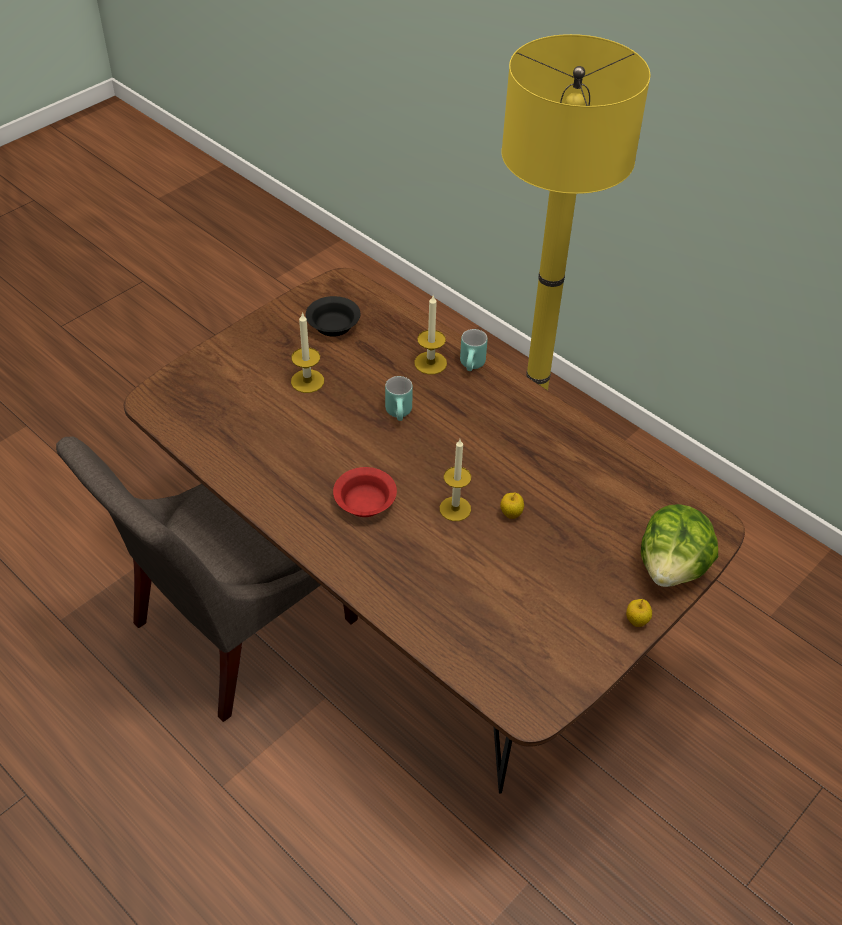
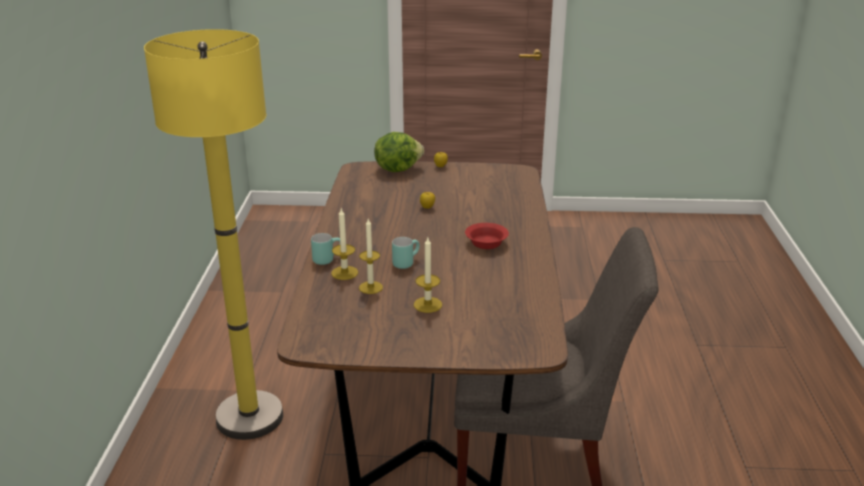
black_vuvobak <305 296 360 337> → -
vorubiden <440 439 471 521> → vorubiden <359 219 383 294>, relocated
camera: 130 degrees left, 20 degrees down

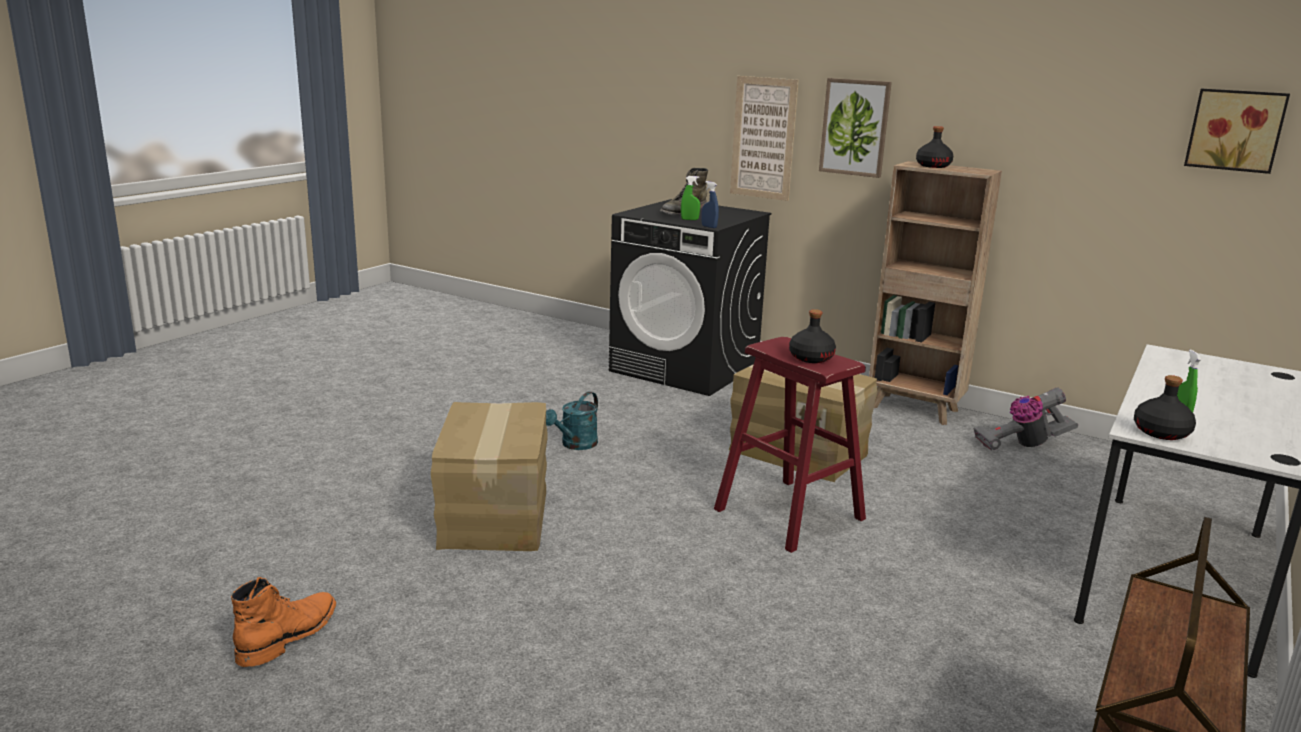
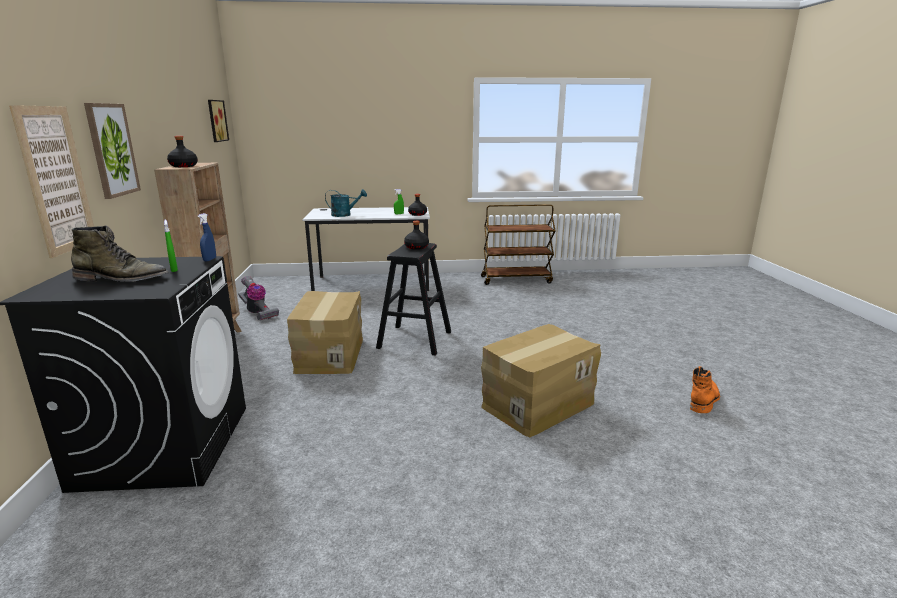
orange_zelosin <231 577 336 667> → orange_zelosin <690 366 720 413>, 135 degrees clockwise
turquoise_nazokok <546 391 598 450> → turquoise_nazokok <325 189 367 217>, relocated
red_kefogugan <714 337 866 553> → black_kefogugan <376 243 451 356>
camera: 125 degrees left, 0 degrees up

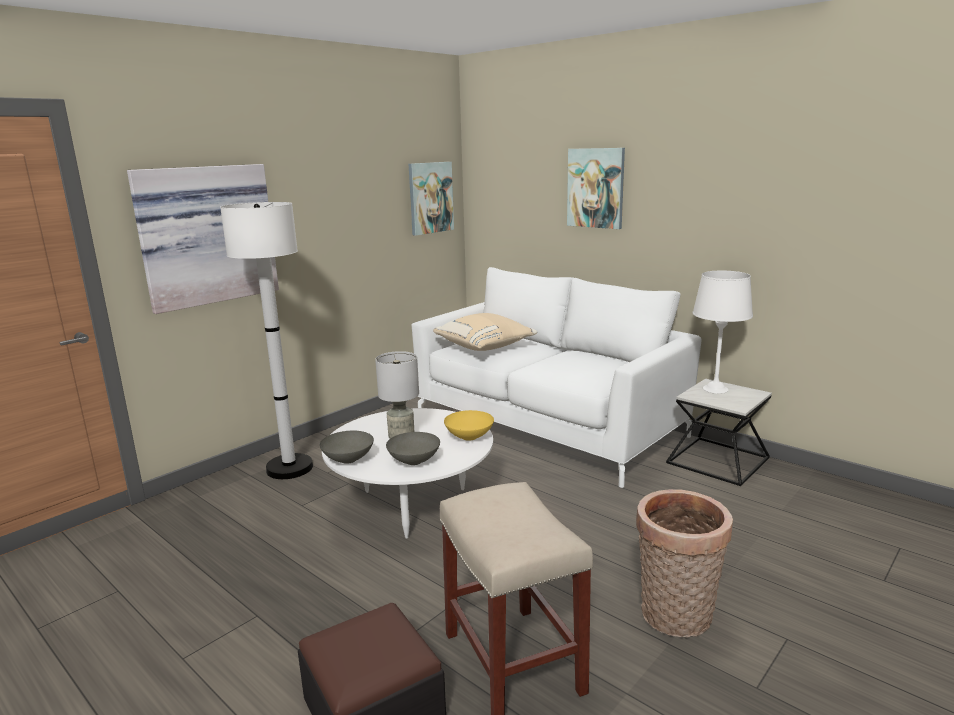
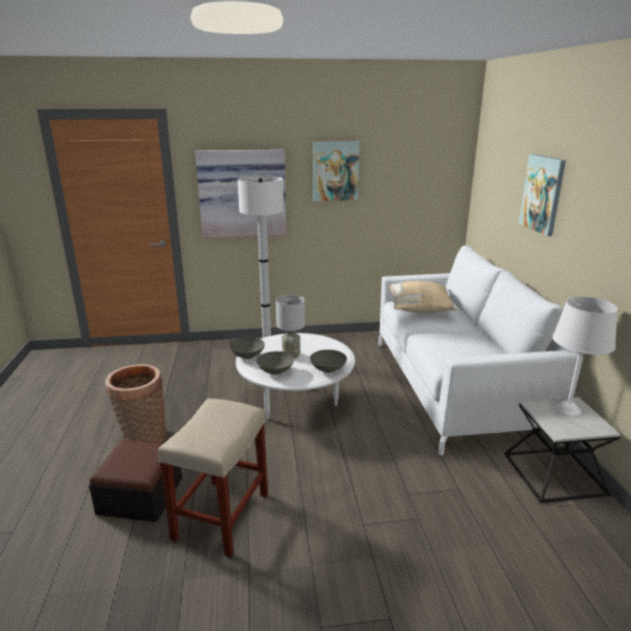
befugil <409 162 454 236> → befugil <313 141 360 201>, relocated
yellow_vuvobak <444 410 494 441> → grey_vuvobak <310 350 347 373>
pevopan <636 489 733 638> → pevopan <105 364 166 443>, relocated
camera: 40 degrees right, 5 degrees up

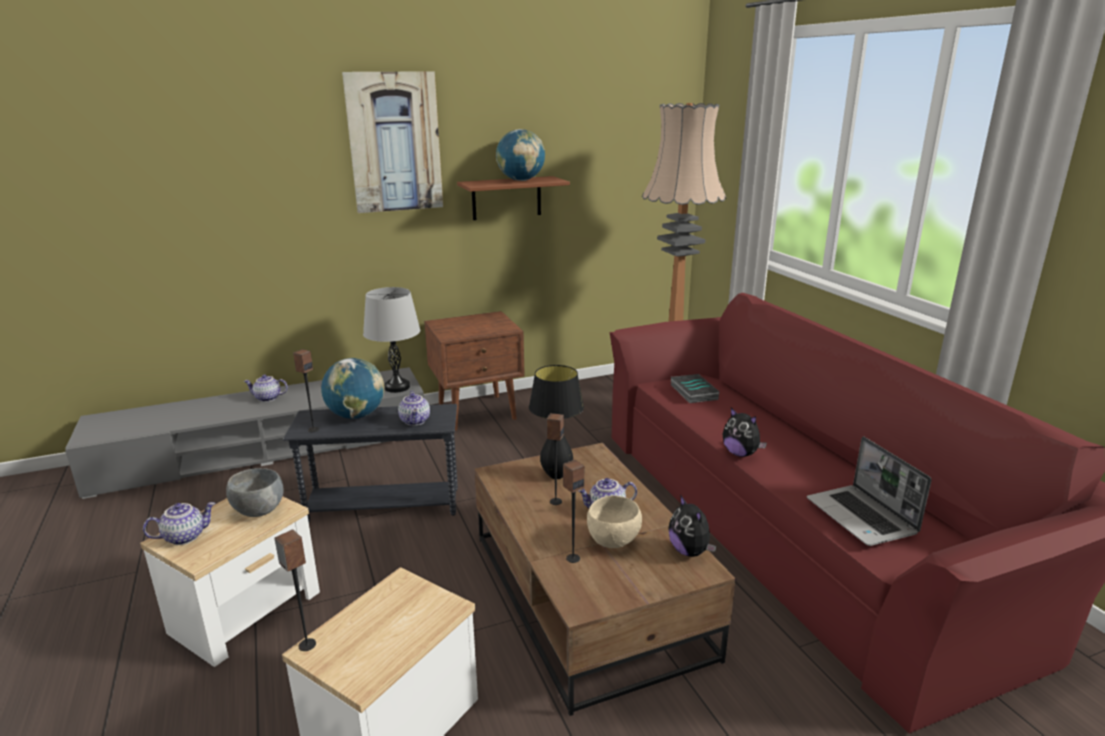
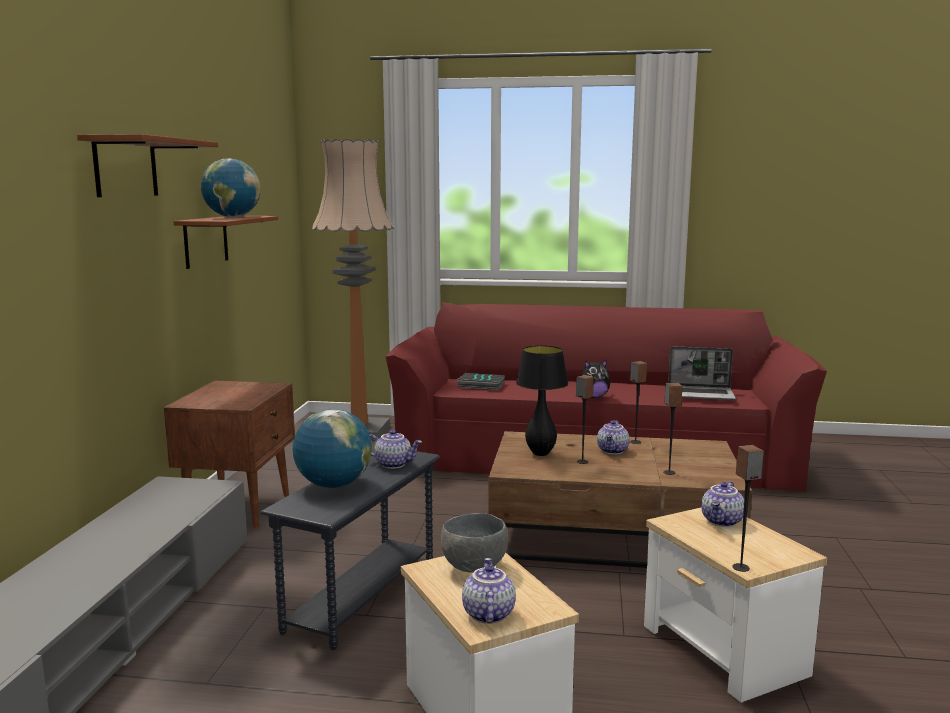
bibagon <244 374 288 402> → bibagon <701 481 744 527>, relocated
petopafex <293 349 319 432> → petopafex <630 361 647 444>, relocated
befugil <342 71 443 213> → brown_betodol <77 134 218 197>
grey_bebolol <363 287 420 393> → -
beige_vuvobak <587 495 642 548> → -
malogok <668 495 716 557> → -
camera: 60 degrees left, 10 degrees down

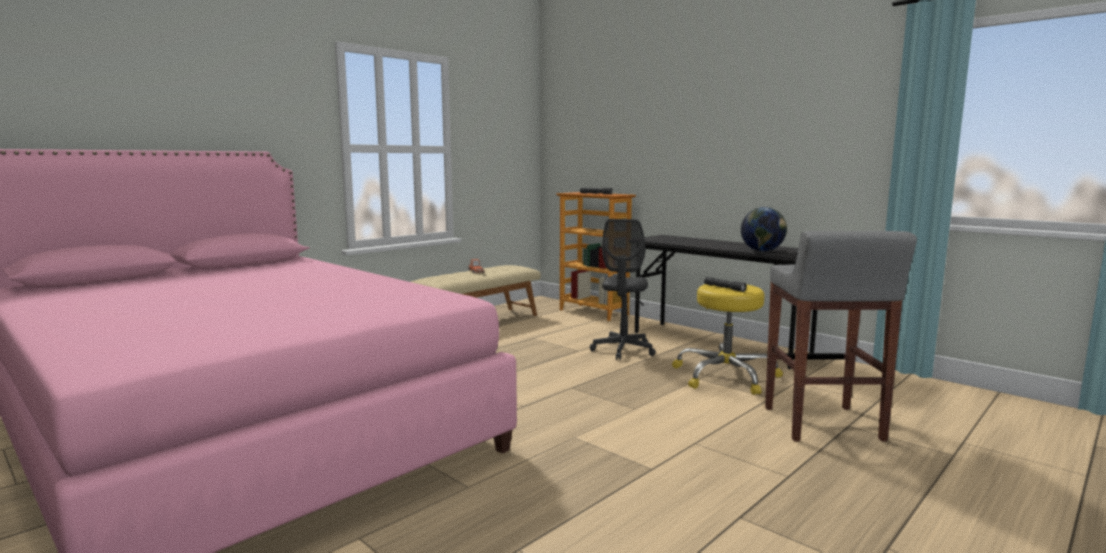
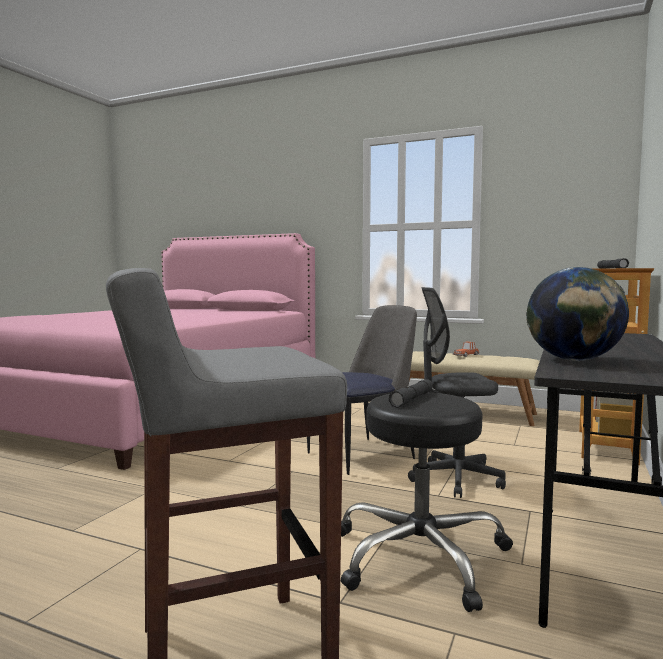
yellow_kefogugan <672 284 783 395> → black_kefogugan <341 392 513 612>
- → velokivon <307 305 417 475>
camera: 70 degrees right, 5 degrees down

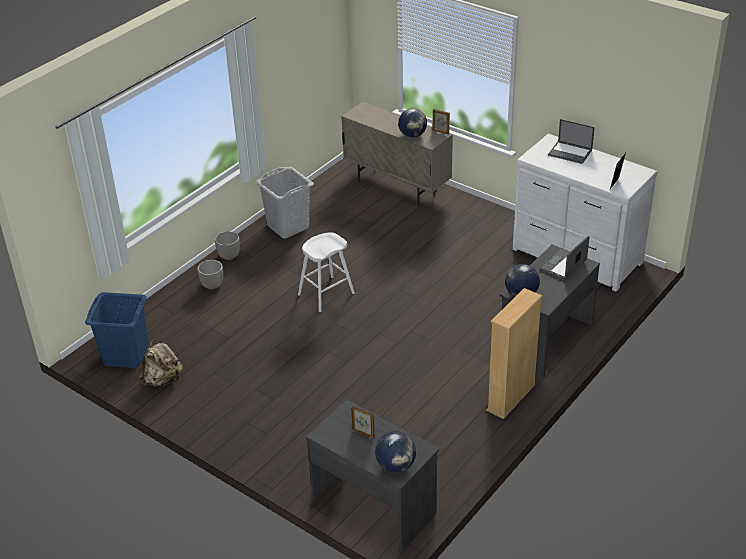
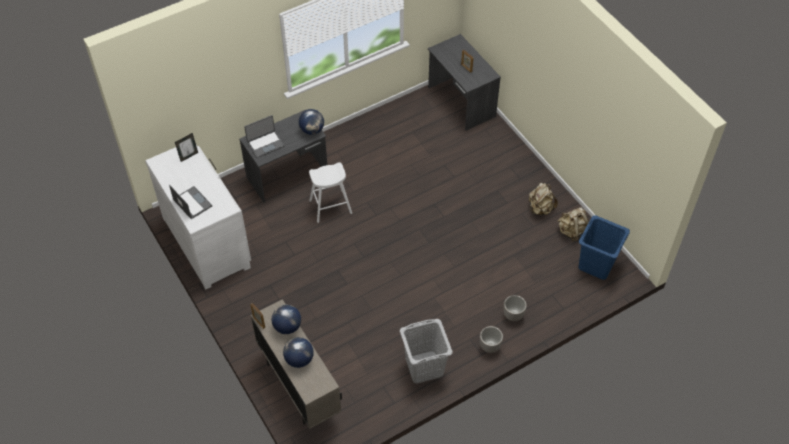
white_kefogugan <298 232 355 312> → white_kefogugan <309 162 352 223>, relocated
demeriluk <375 431 416 473> → demeriluk <283 337 314 368>, relocated
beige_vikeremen <486 288 542 419> → -
- → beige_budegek <529 183 558 215>
camera: 160 degrees left, 15 degrees up

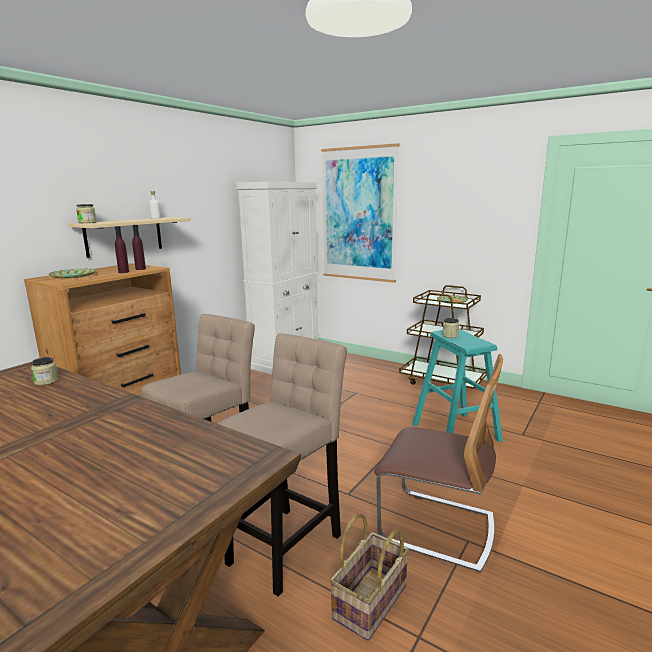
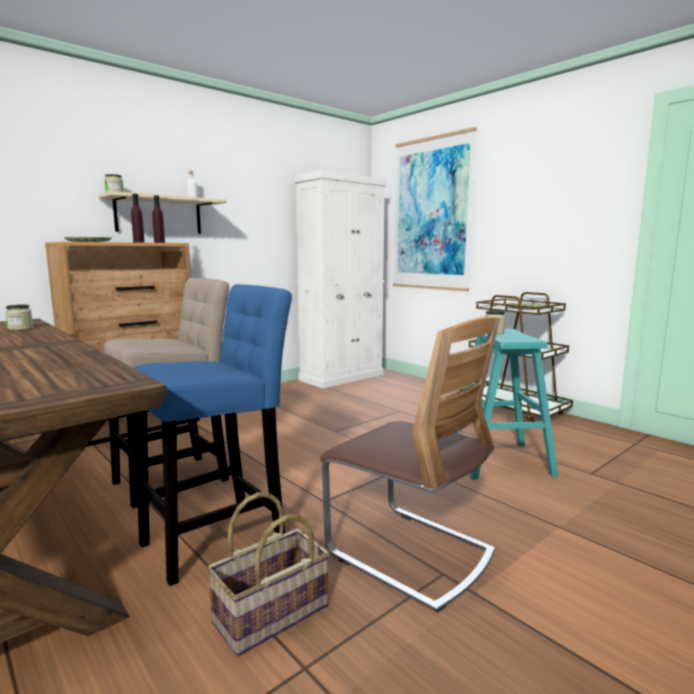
beige_kefogugan <218 333 347 596> → blue_kefogugan <133 284 292 586>
camera: 15 degrees right, 5 degrees down

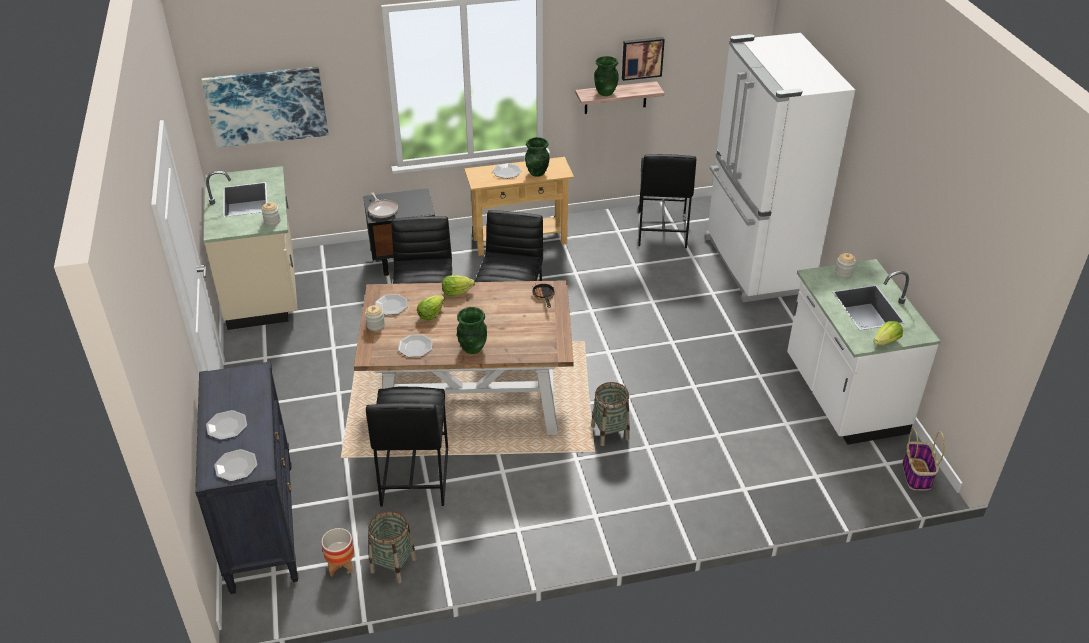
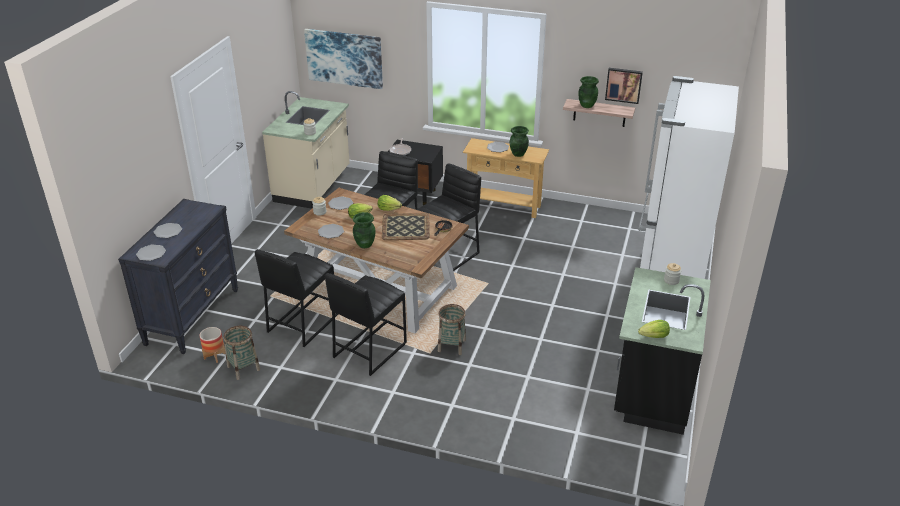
black_kefogugan <638 154 696 248> → black_kefogugan <325 273 407 376>, relocated
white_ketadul <787 259 941 445> → black_ketadul <614 267 711 435>
pevopan <903 429 945 490> → -
- → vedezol <382 213 430 240>
camera: 30 degrees right, 5 degrees down

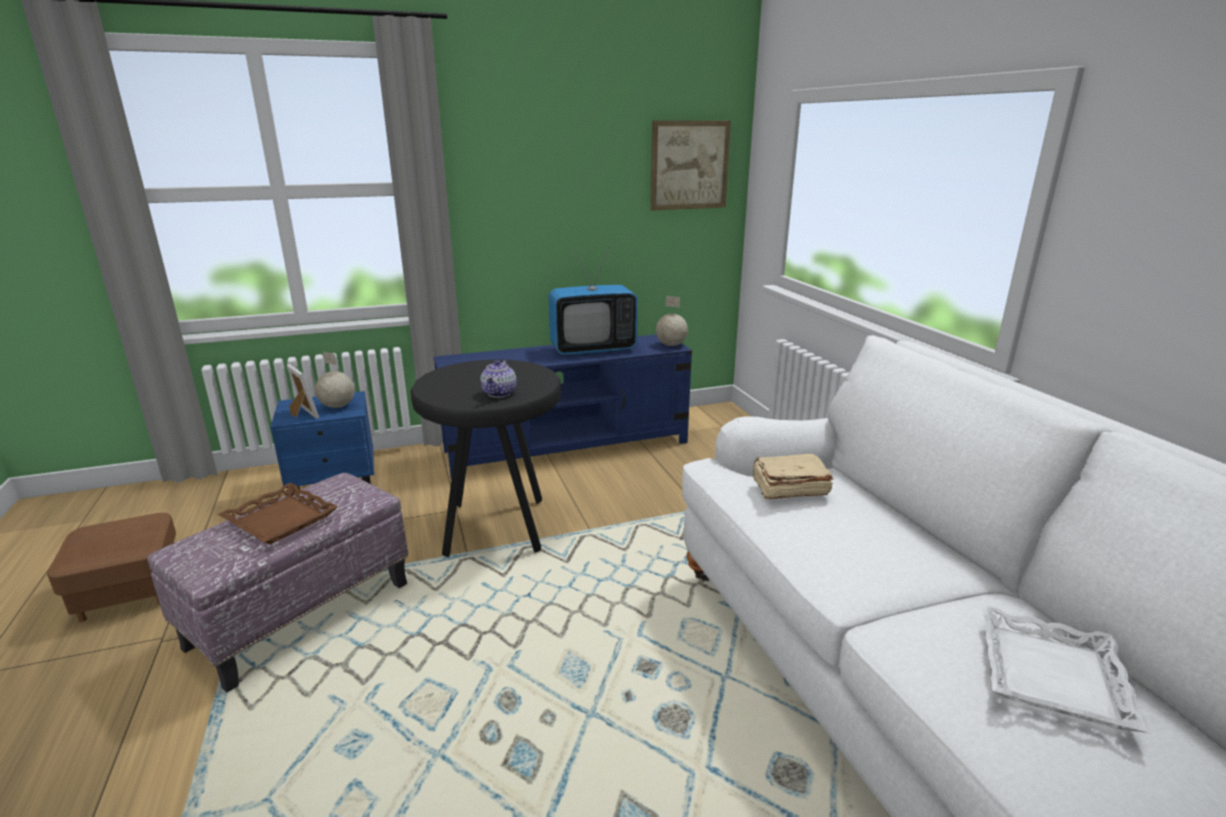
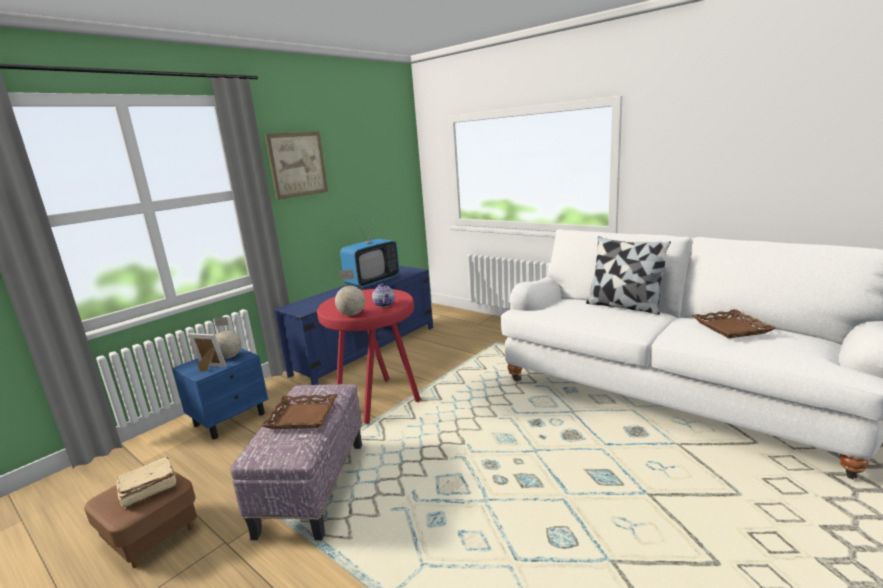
black_kefogugan <410 359 561 557> → red_kefogugan <317 289 421 424>
befugil <650 120 731 211> → befugil <265 132 328 200>, relocated
demeriluk <656 296 688 346> → demeriluk <335 270 365 316>, relocated
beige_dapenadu <753 454 833 500> → beige_dapenadu <116 457 176 509>, relocated
white_vedezol <982 605 1150 733> → brown_vedezol <692 309 776 338>
- → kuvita <586 236 671 315>
camera: 30 degrees left, 5 degrees down

